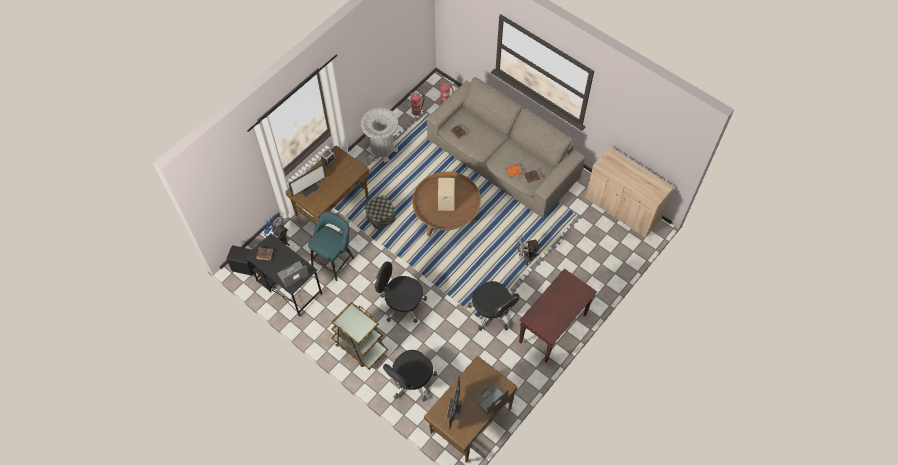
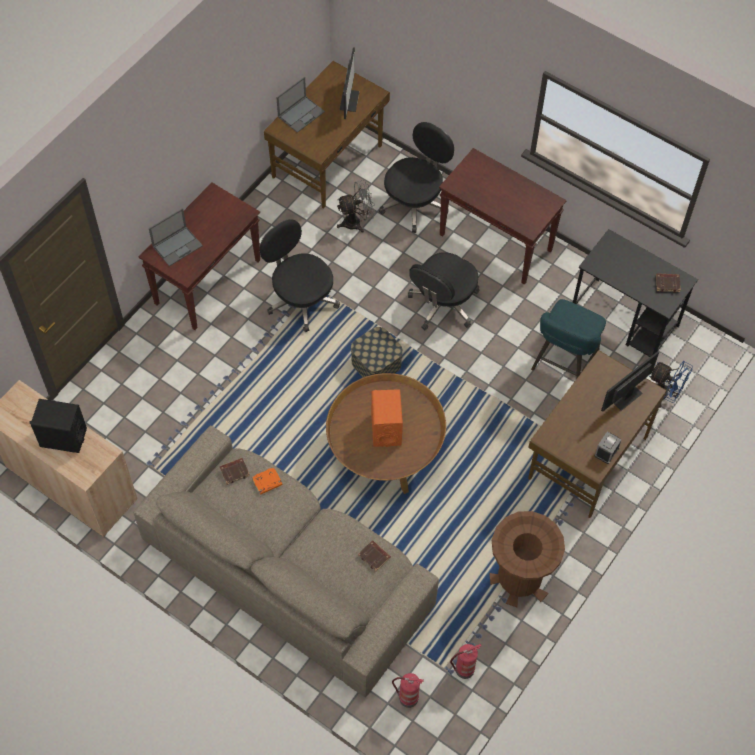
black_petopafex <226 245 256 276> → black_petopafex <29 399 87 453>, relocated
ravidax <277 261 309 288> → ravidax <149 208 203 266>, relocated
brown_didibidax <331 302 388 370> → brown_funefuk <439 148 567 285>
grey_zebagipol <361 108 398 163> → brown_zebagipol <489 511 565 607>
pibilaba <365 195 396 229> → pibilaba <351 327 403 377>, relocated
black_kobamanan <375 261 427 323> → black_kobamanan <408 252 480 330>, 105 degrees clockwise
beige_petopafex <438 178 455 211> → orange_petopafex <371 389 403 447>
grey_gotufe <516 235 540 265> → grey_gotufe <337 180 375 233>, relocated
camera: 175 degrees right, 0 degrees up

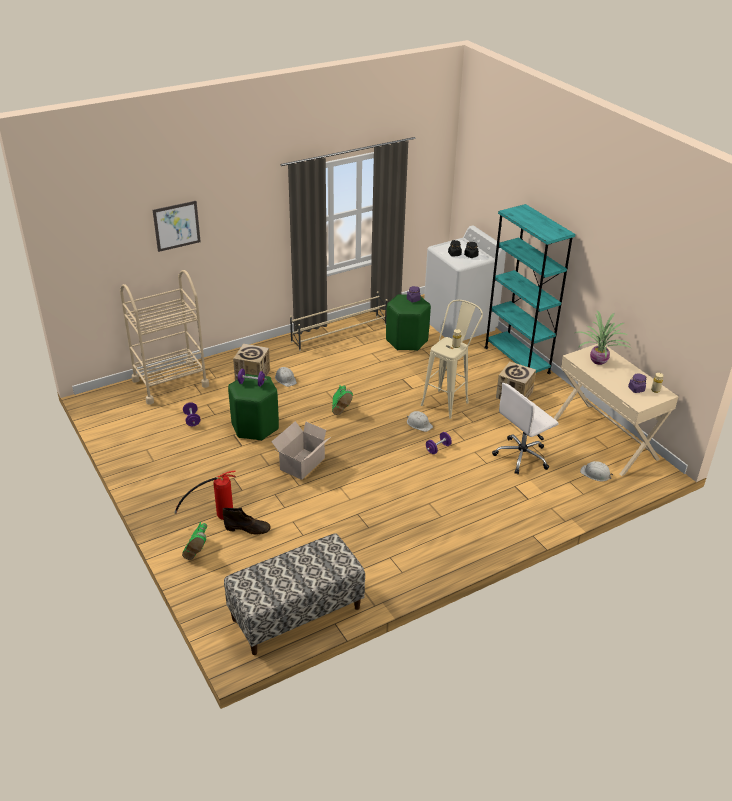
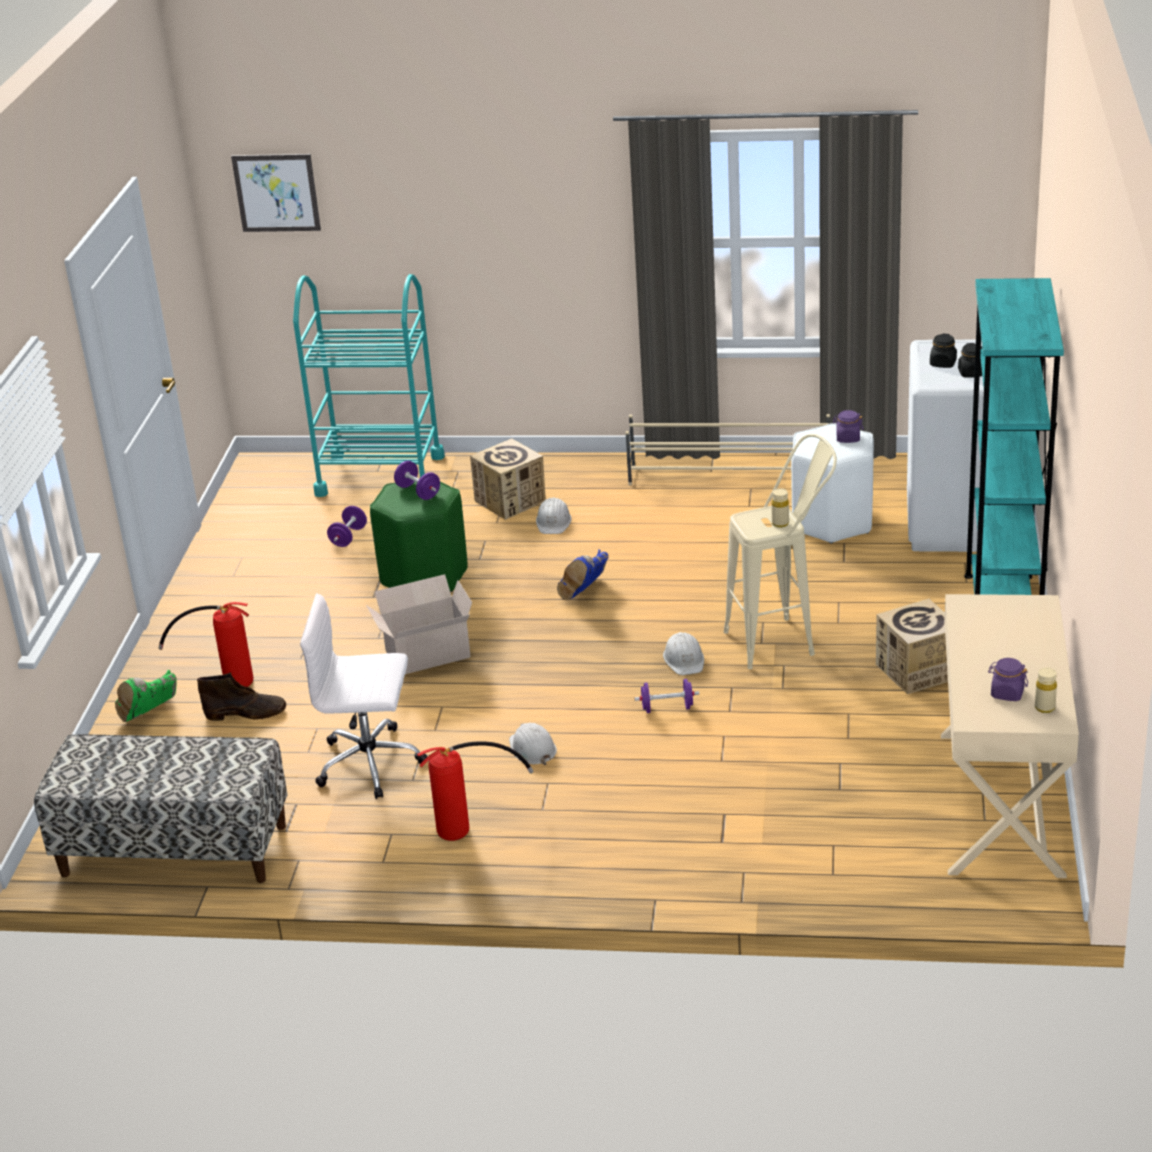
beige_didibidax <120 270 209 405> → turquoise_didibidax <293 274 445 497>
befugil <153 201 201 252> → befugil <231 154 321 232>, relocated
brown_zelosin <223 508 271 535> → brown_zelosin <197 672 286 721>, 45 degrees counterclockwise
green_zelosin <332 385 353 415> → blue_zelosin <557 549 609 600>
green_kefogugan <386 294 431 351> → white_kefogugan <791 423 874 544>
white_kobamanan <492 383 559 474> → white_kobamanan <300 593 427 799>, relocated
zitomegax <575 310 632 365> → -
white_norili <580 461 613 481> → white_norili <509 723 557 765>, relocated
- → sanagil <417 741 534 841>
camera: 40 degrees right, 5 degrees down

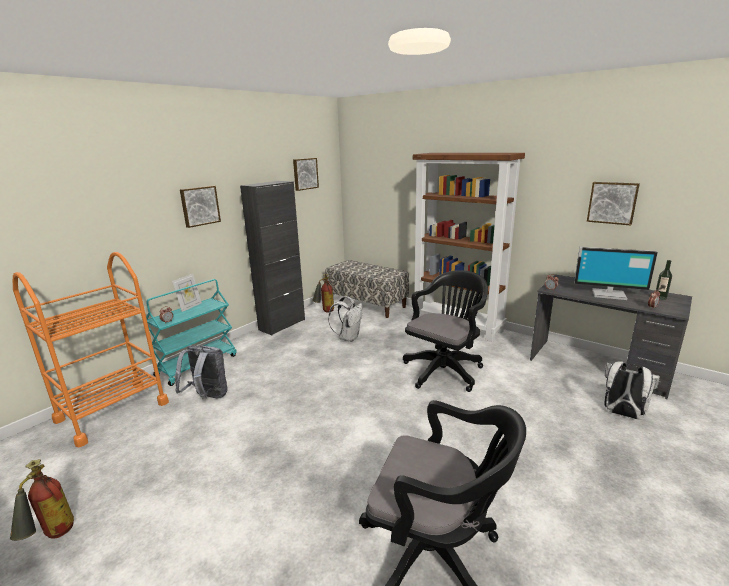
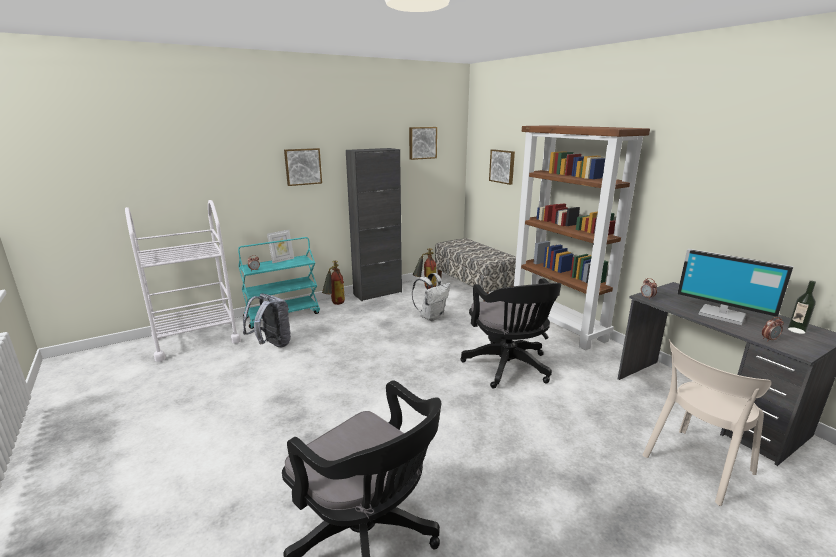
sanagil <10 459 74 541> → sanagil <322 261 345 305>, relocated
orange_didibidax <13 252 169 448> → white_didibidax <125 200 241 362>
black_kobamanan <403 270 488 392> → black_kobamanan <460 278 561 389>, 105 degrees clockwise
befugil <587 182 640 226> → befugil <489 149 515 185>, relocated
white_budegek <604 362 660 419> → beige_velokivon <643 339 772 506>
camera: 20 degrees right, 0 degrees up

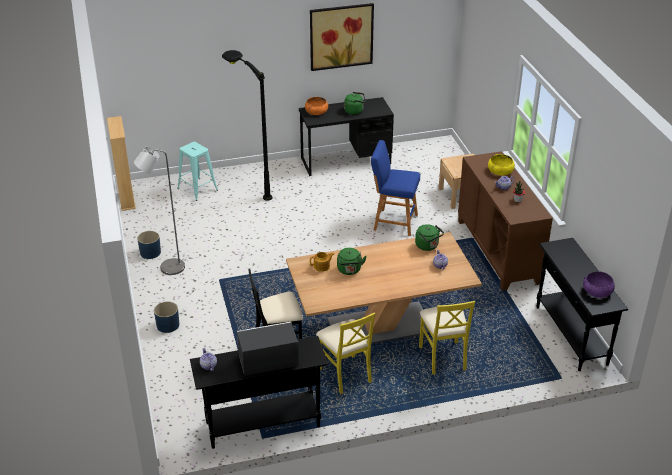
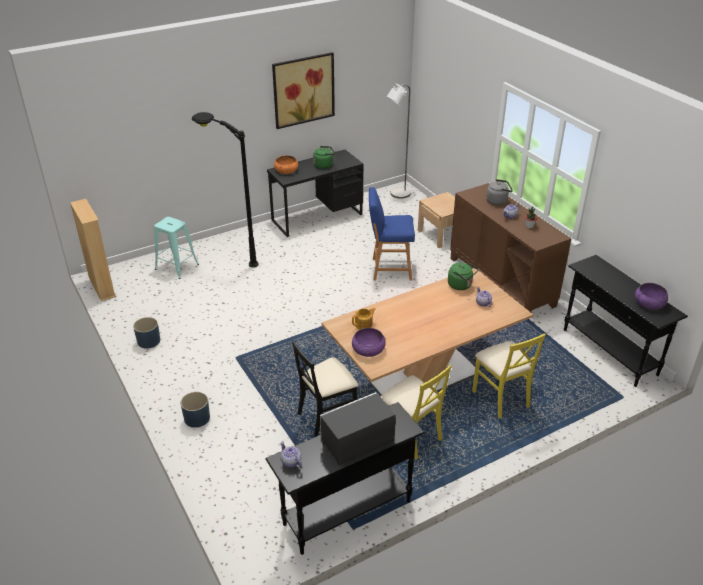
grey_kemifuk <134 147 185 275> → grey_kemifuk <386 83 411 199>, relocated
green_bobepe <337 248 367 275> → -
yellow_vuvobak <488 154 515 176> → grey_bobepe <486 179 513 205>
- → purple_vuvobak <352 328 386 357>
camera: 15 degrees left, 0 degrees up

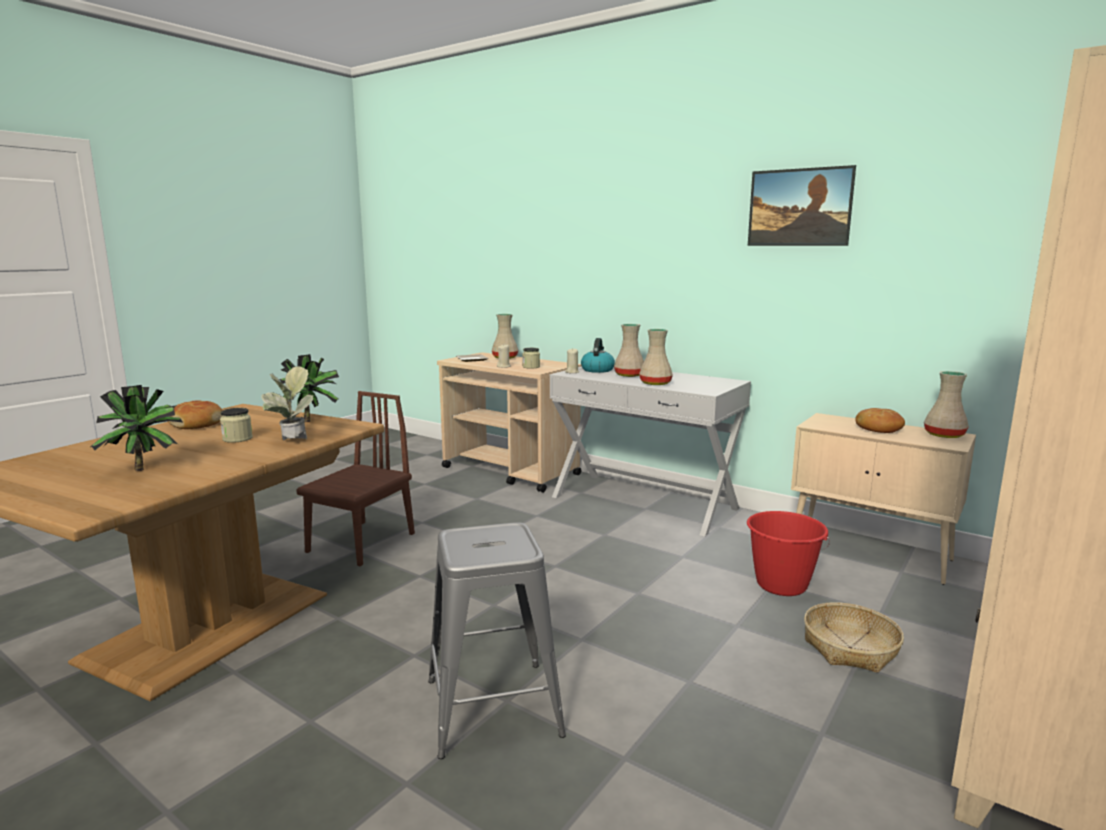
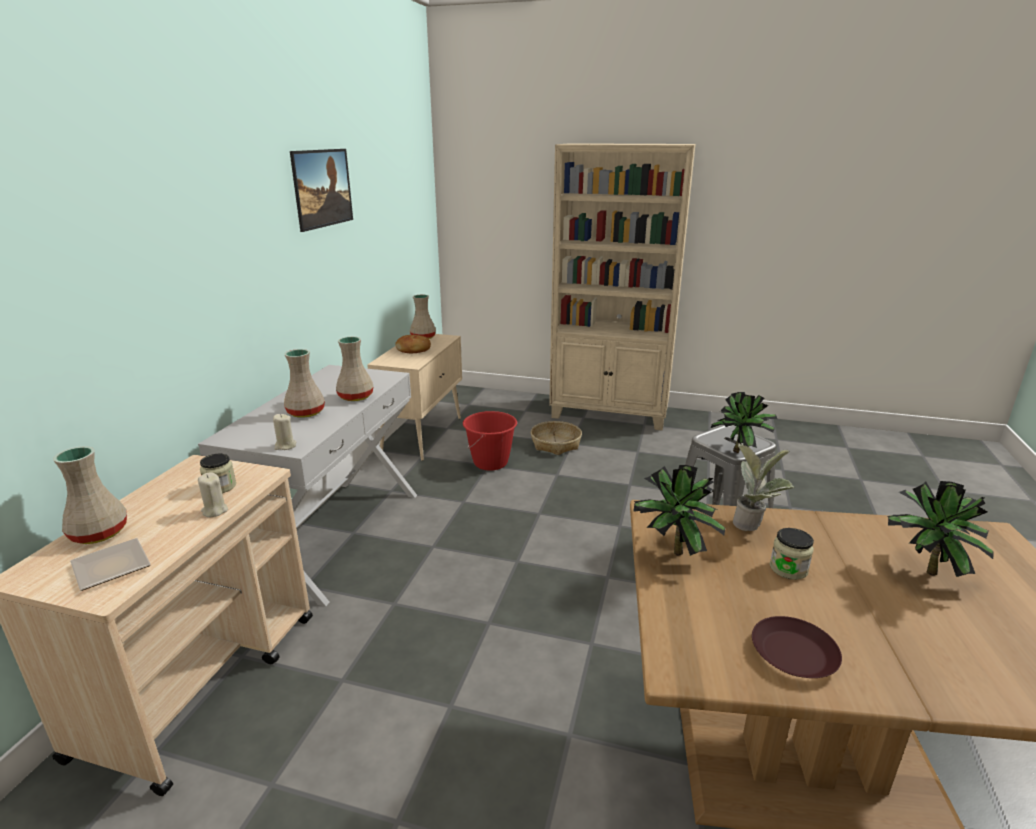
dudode <168 400 223 429> → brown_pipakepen <752 616 842 678>
brown_velokivon <296 391 415 566> → -
bobepe <581 338 615 373> → -
- → zitomegax <711 392 778 453>
camera: 110 degrees left, 10 degrees up

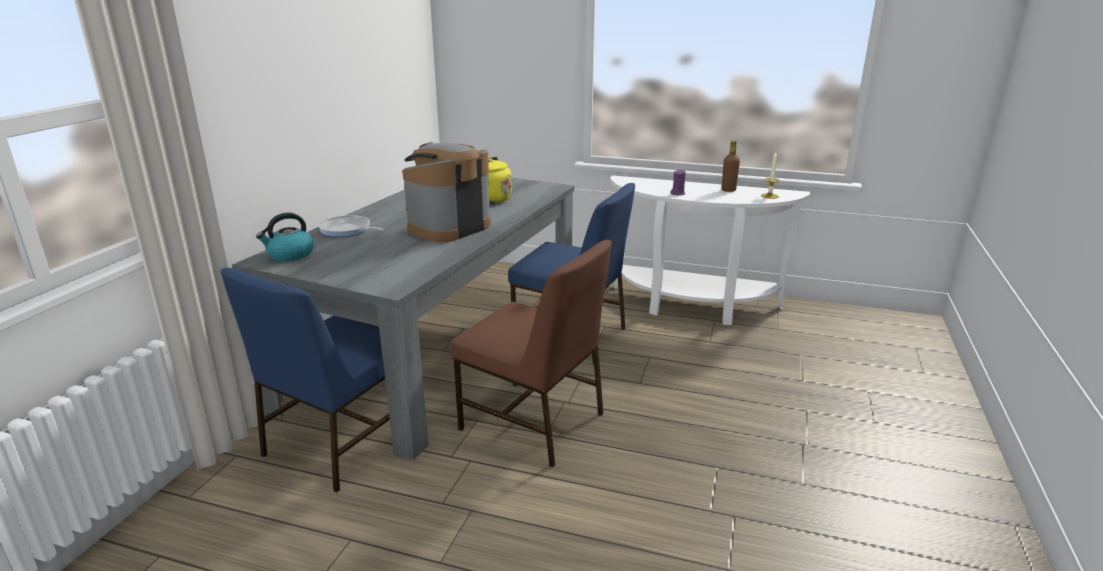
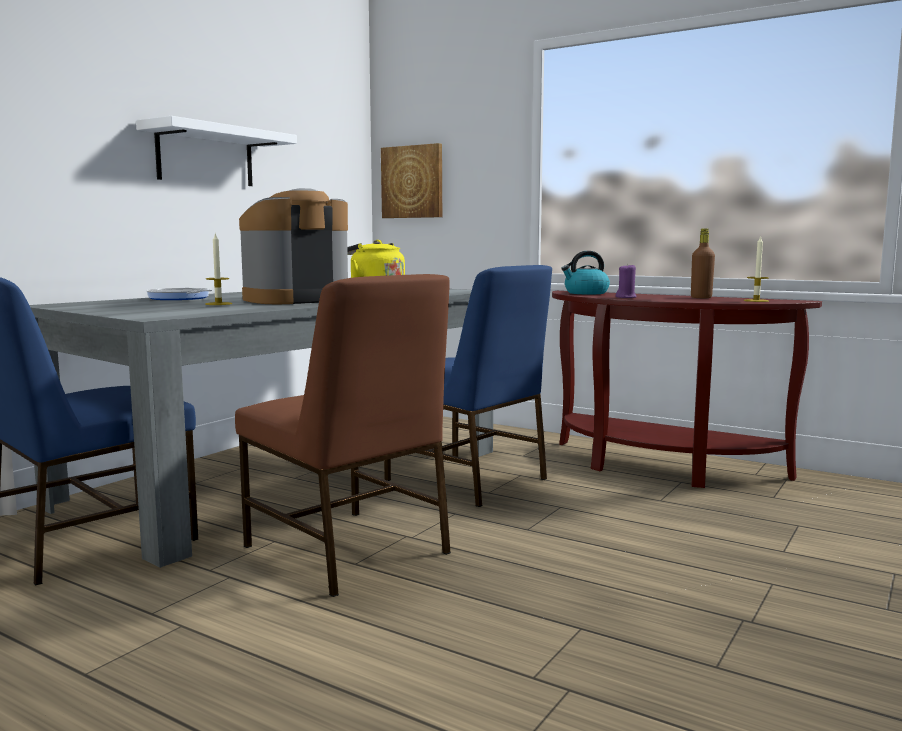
bobepe <256 213 314 261> → bobepe <561 251 610 294>, relocated
white_funefuk <610 175 810 325> → brown_funefuk <552 291 822 488>
- → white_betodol <136 116 297 186>
- → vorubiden <205 233 232 305>
- → befugil <381 143 442 218>
camera: 15 degrees right, 15 degrees down

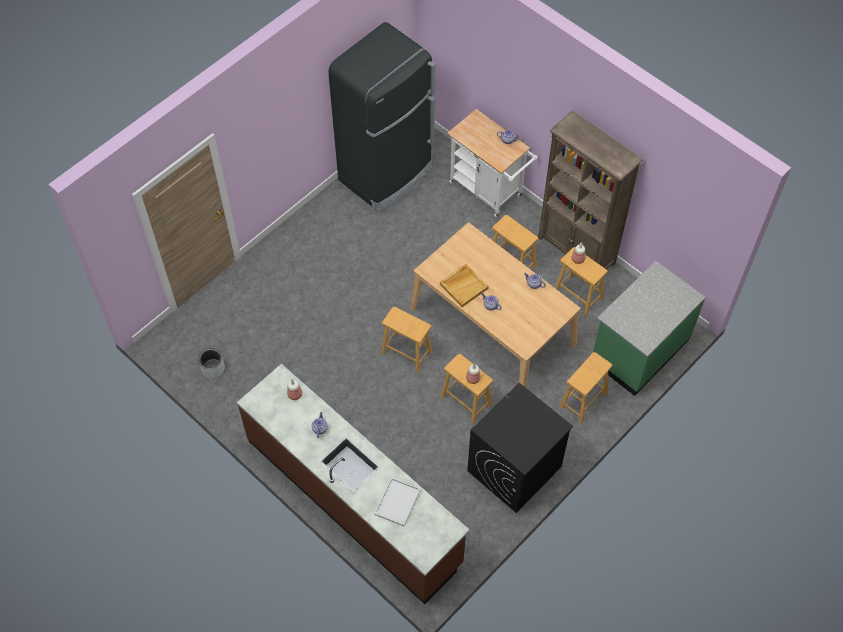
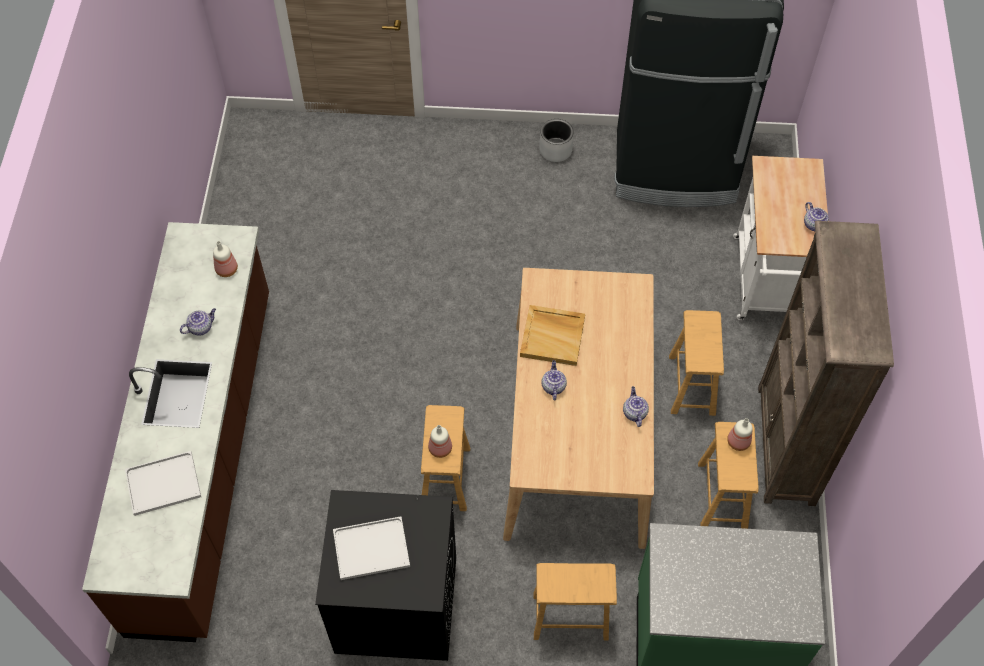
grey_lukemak <198 348 225 378> → grey_lukemak <539 119 574 162>, relocated
brown_kefogugan <381 307 432 372> → -
- → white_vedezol <333 516 410 580>
camera: 50 degrees right, 0 degrees up

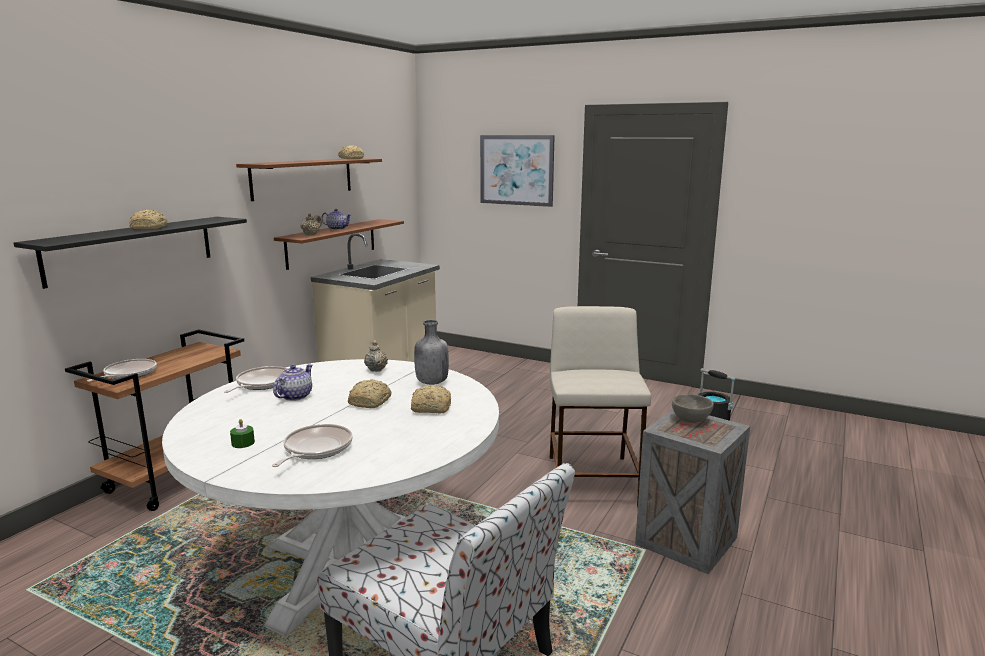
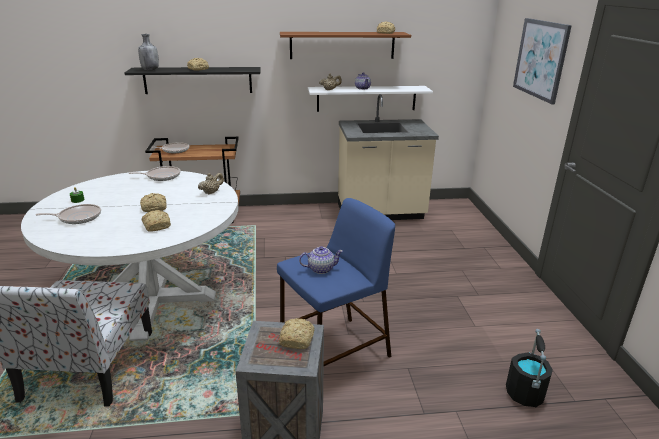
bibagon <273 364 313 401> → bibagon <299 246 343 274>, relocated
brown_betodol <274 219 404 270> → white_betodol <308 86 433 112>
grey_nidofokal <414 320 449 385> → grey_nidofokal <138 34 159 71>, relocated
beige_kefogugan <550 306 651 508> → blue_kefogugan <277 198 395 367>
grey_vuvobak <672 394 714 423> → dudode <279 318 315 349>
camera: 55 degrees right, 10 degrees up

